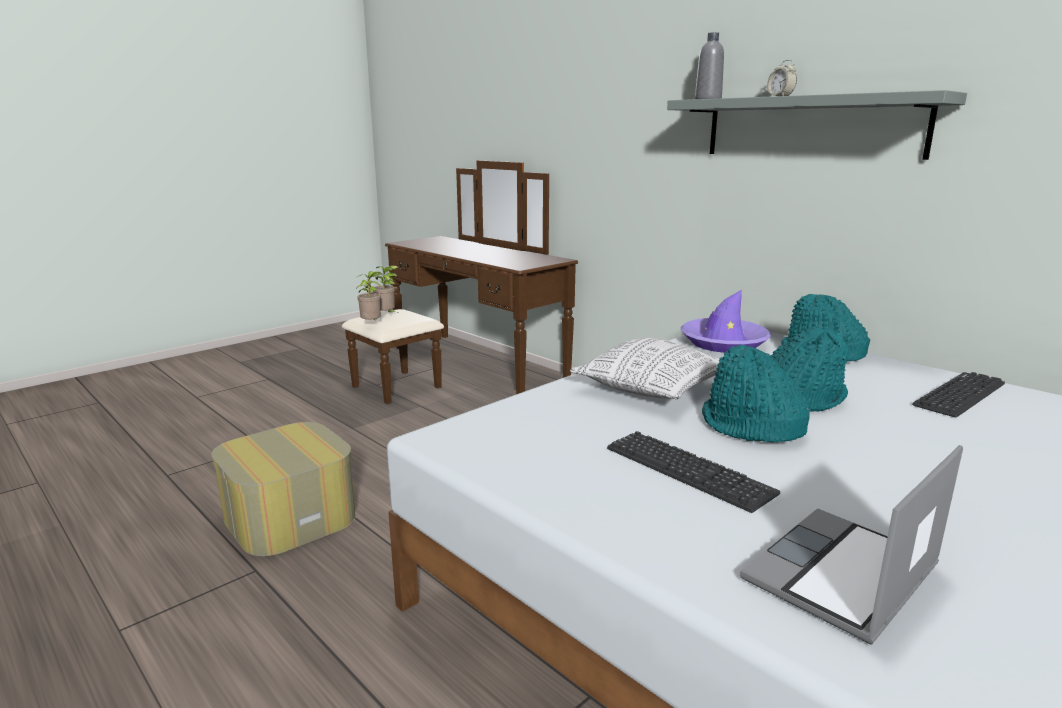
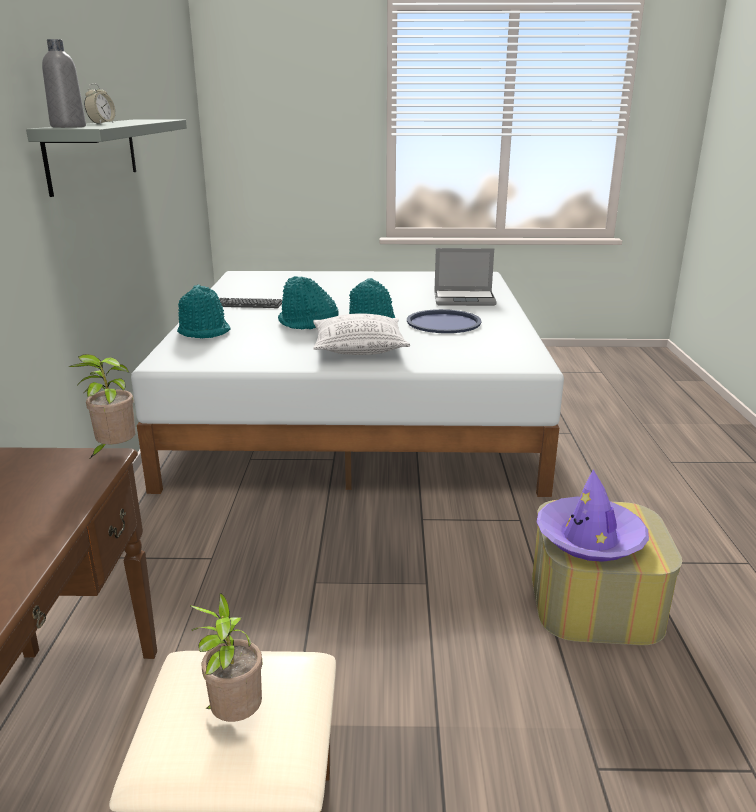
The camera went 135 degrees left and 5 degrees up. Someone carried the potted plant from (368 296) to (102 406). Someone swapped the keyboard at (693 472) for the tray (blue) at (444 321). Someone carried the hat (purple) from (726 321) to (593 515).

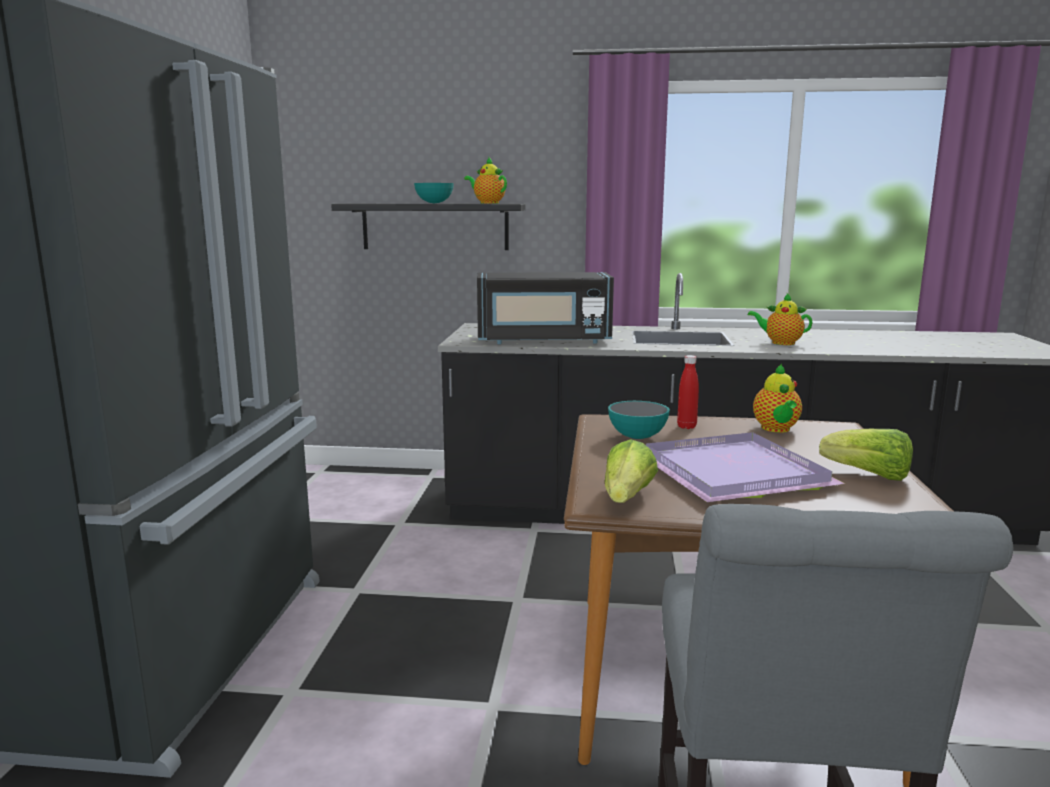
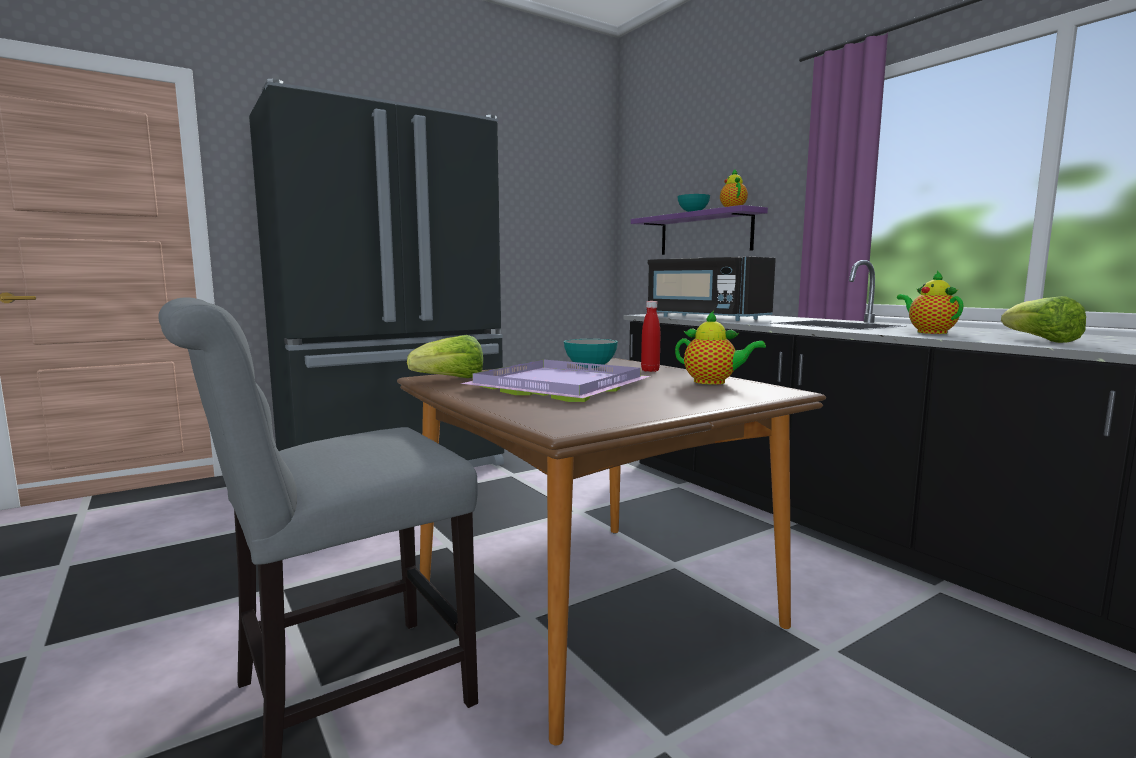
The camera went 50 degrees right and 5 degrees down. Someone repainted the shelf (black) at (428 227), which became the shelf (purple) at (699 230). Someone rotated the teapot at (777 398) by 120 degrees counterclockwise. Someone carried the lettuce from (866 454) to (1043 319).

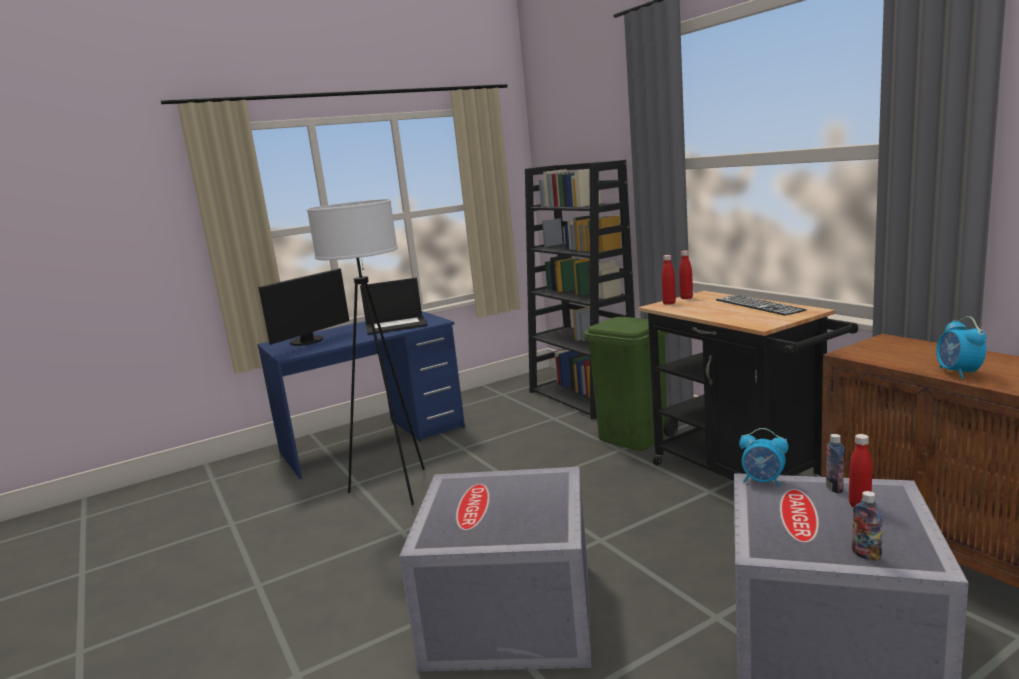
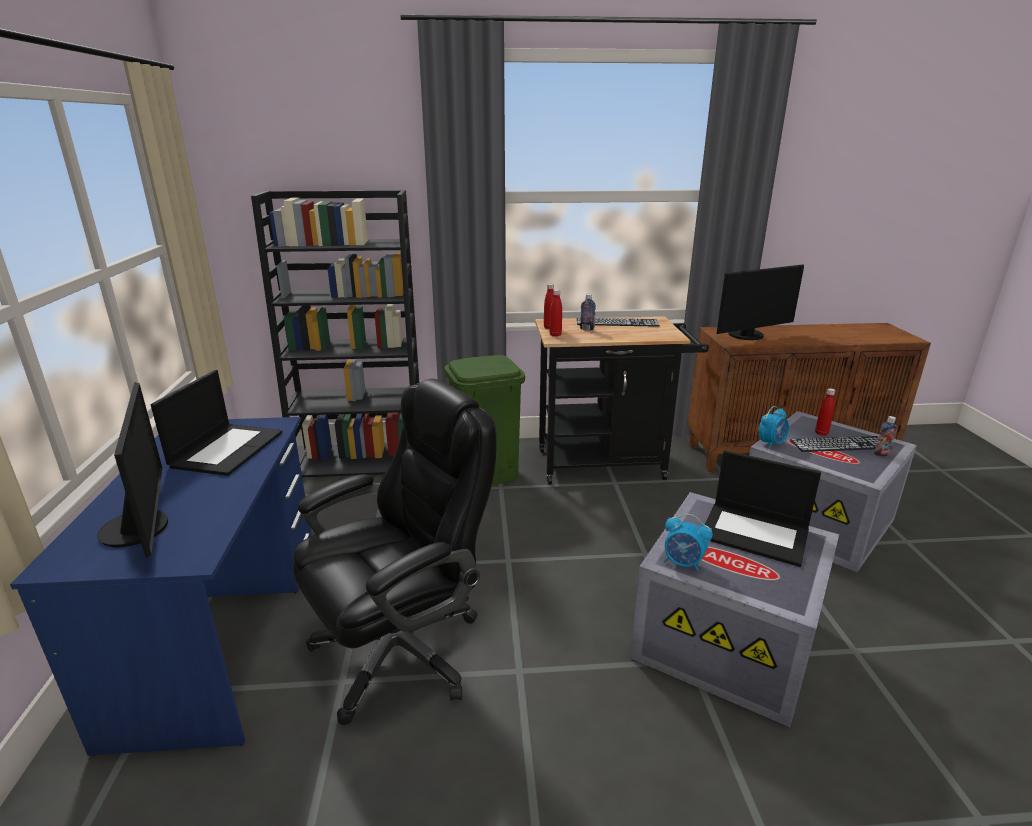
The camera went 65 degrees left and 10 degrees up. Someone swapped the floor lamp (white) at (366 352) for the office chair (black) at (394 552). Someone carried the bottle from (835 463) to (588 312). Someone carried the alarm clock from (961 347) to (688 543). Someone put down the laptop at (763 508). Someone put down the monitor at (760 302). Someone put down the keyboard at (841 444).

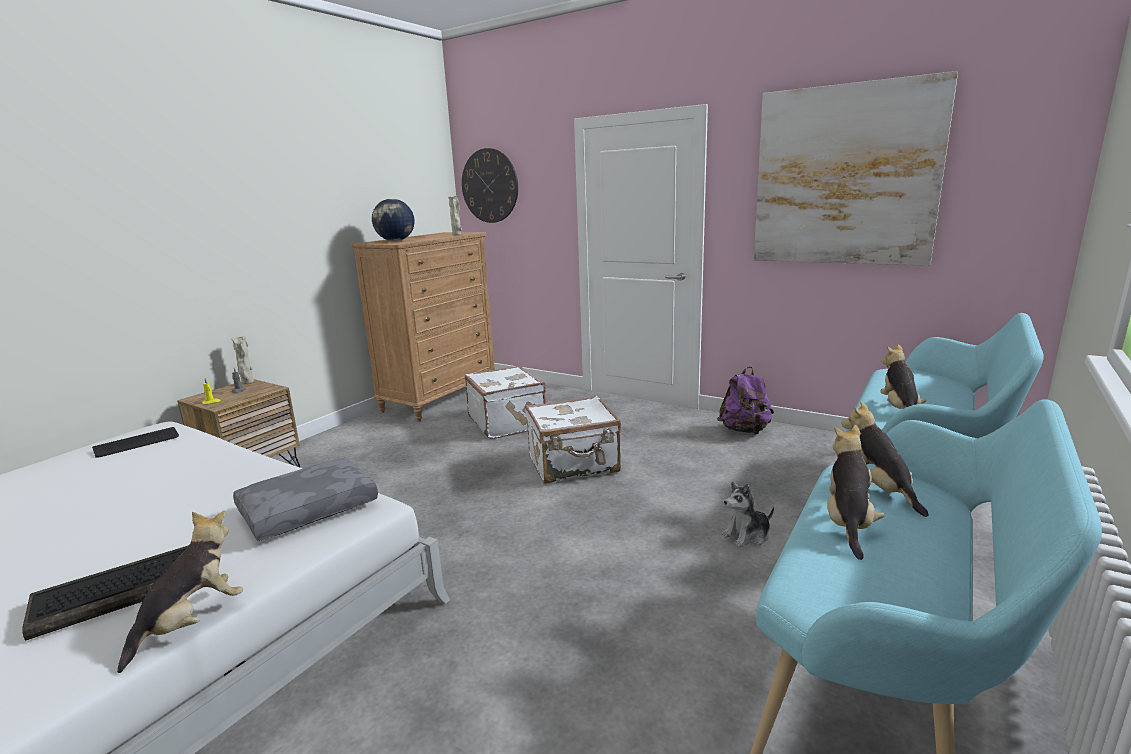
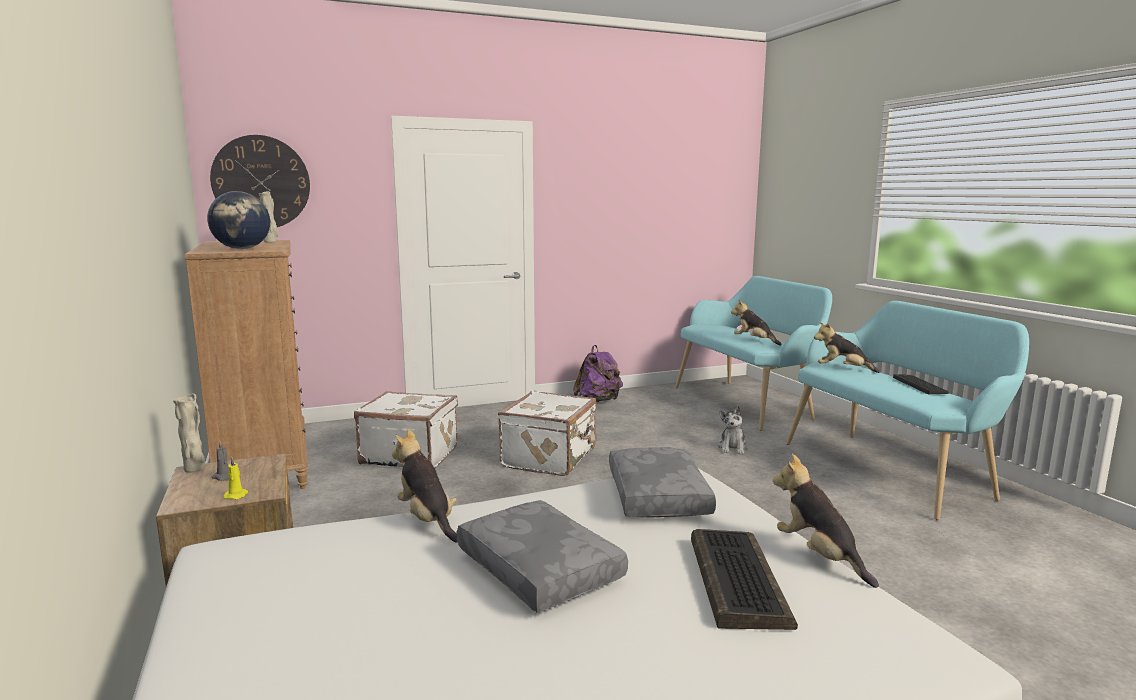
The camera went 55 degrees left and 5 degrees down. Someone carried the plush toy from (856 492) to (425 486). Someone put down the pillow (grey) at (542 556). Someone carried the keyboard from (135 442) to (921 384). Someone took away the picture at (856 168).

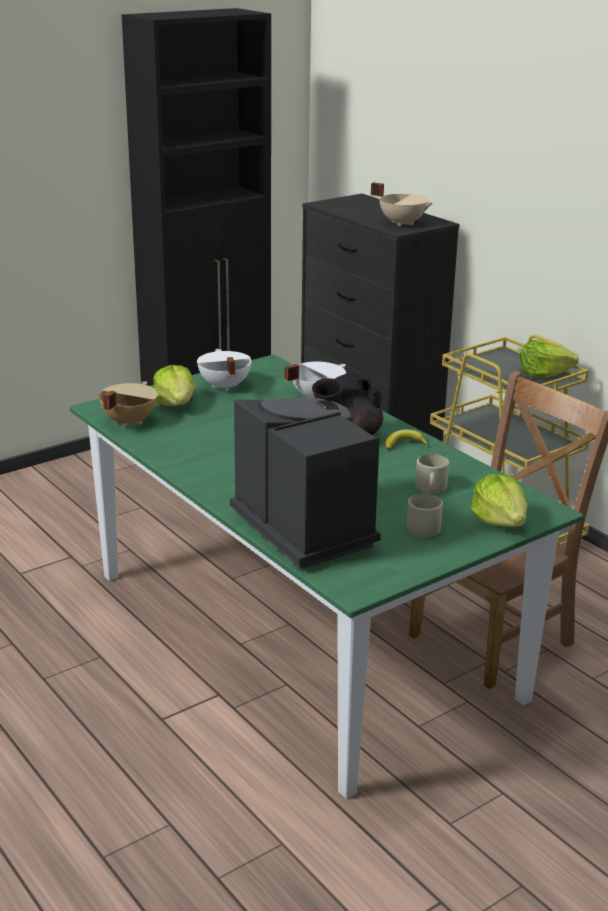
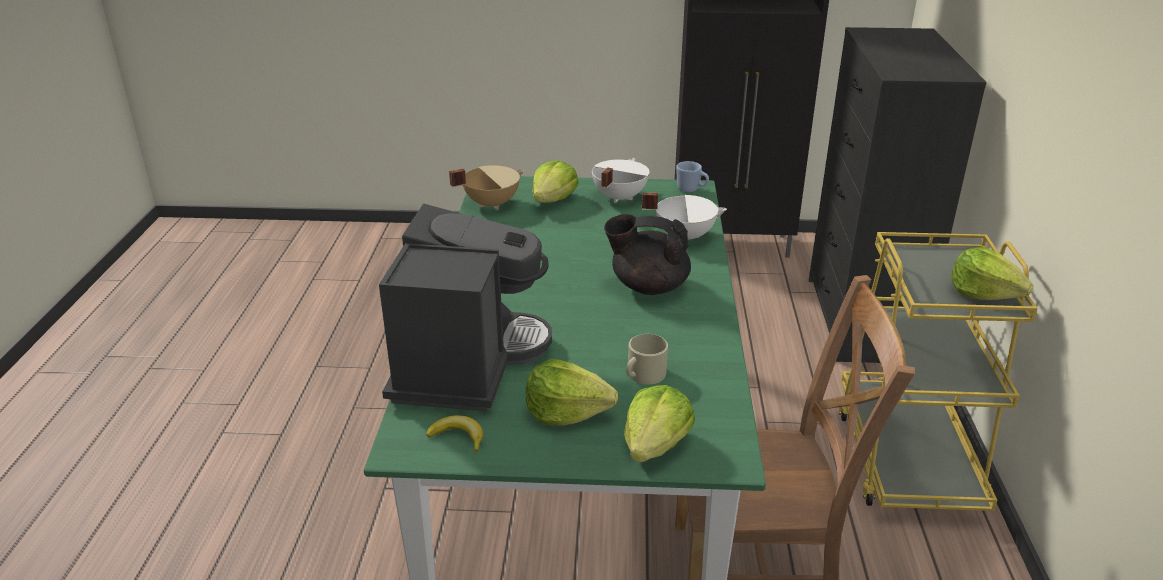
The camera went 40 degrees right and 5 degrees up. Someone carried the banana from (407 439) to (454 434). Someone swapped the mug (beige) at (425 515) for the lettuce at (572 392). Someone put down the mug (blue) at (692 176). Someone took away the cooking pot (beige) at (402 204).

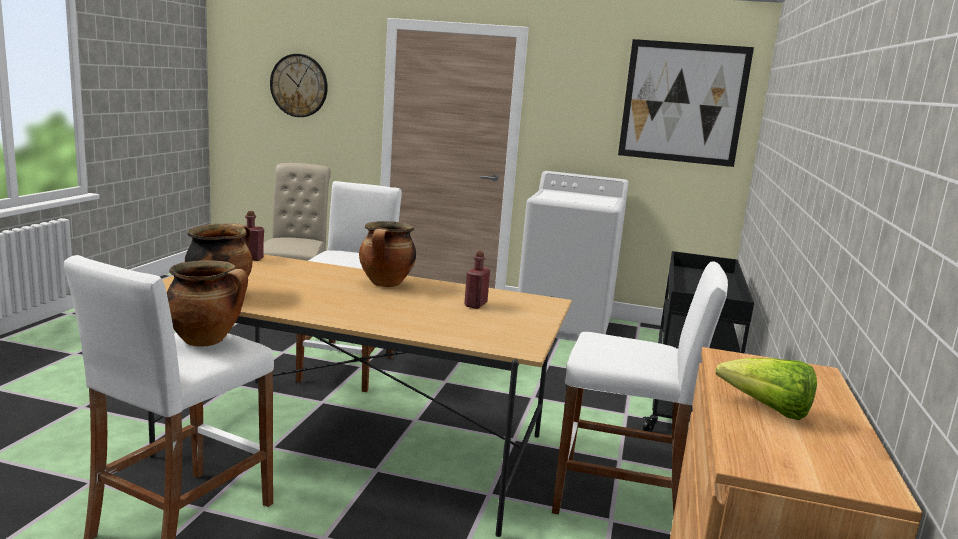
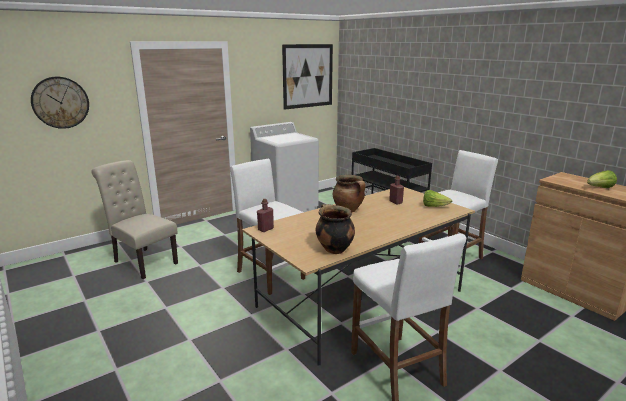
The camera went 50 degrees left and 5 degrees up. Someone put down the lettuce at (437 198). Someone took away the cooking pot at (207 303).

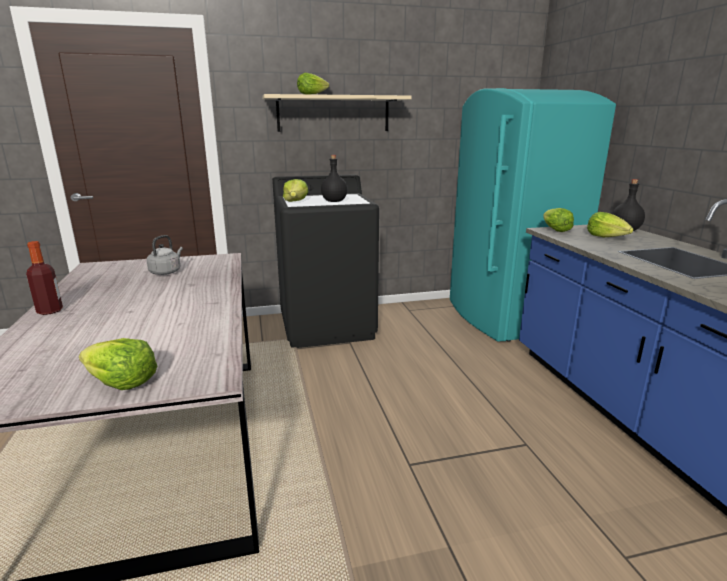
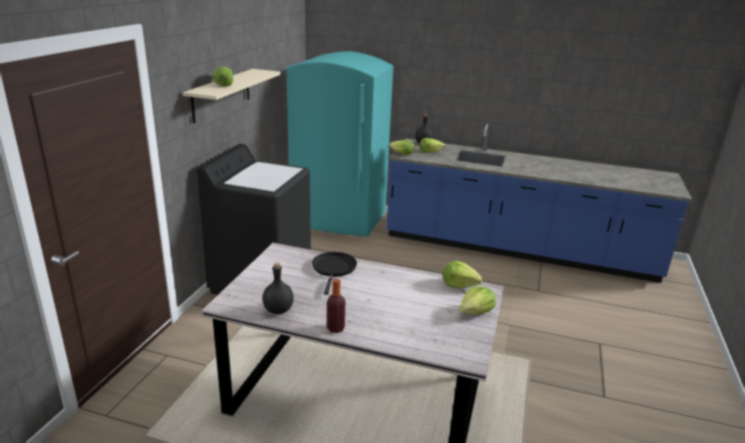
The camera went 60 degrees left and 5 degrees up. Someone carried the bottle (black) from (334 178) to (278 288). Someone put down the frying pan (black) at (334 273). Someone carried the lettuce from (295 190) to (463 274). Someone took away the kettle (grey) at (165 255).

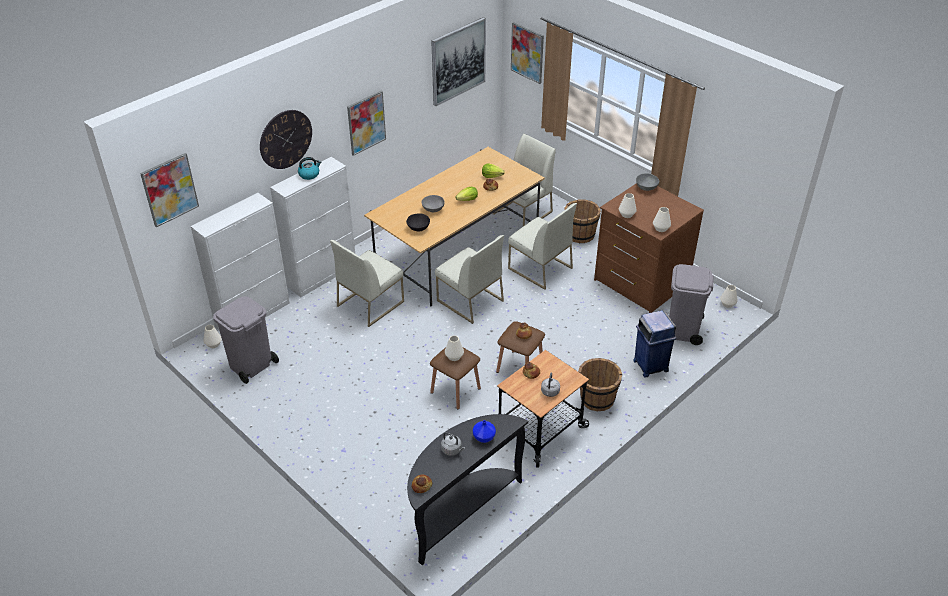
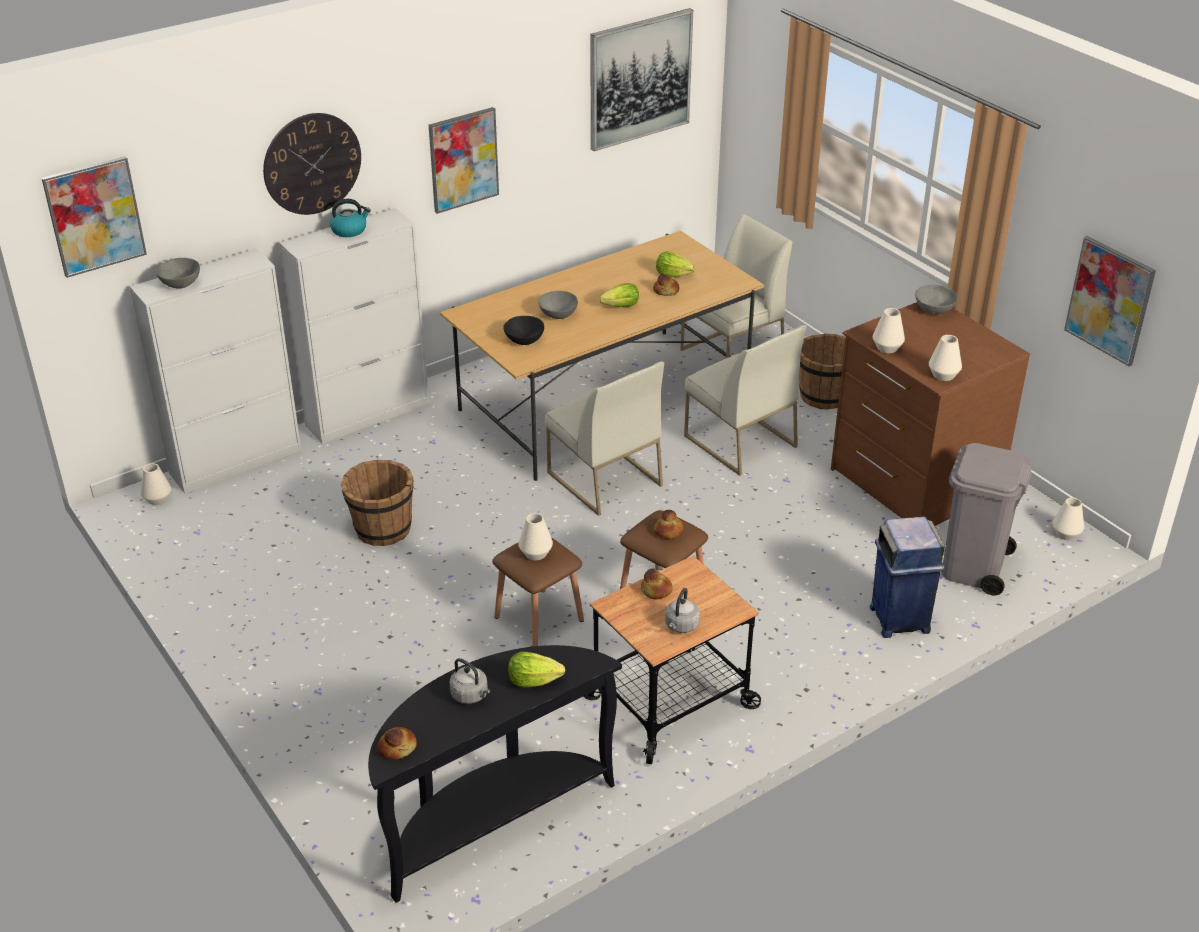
The camera went 10 degrees right and 5 degrees down. Someone put down the bowl (grey) at (178 273). Someone carried the bucket (brown) from (600 384) to (377 503). Someone swapped the vase (blue) at (484 431) for the lettuce at (536 669). Someone carried the picture from (527 53) to (1110 301). Someone took away the trash can (grey) at (246 340). Someone took away the chair (white) at (367 283).

